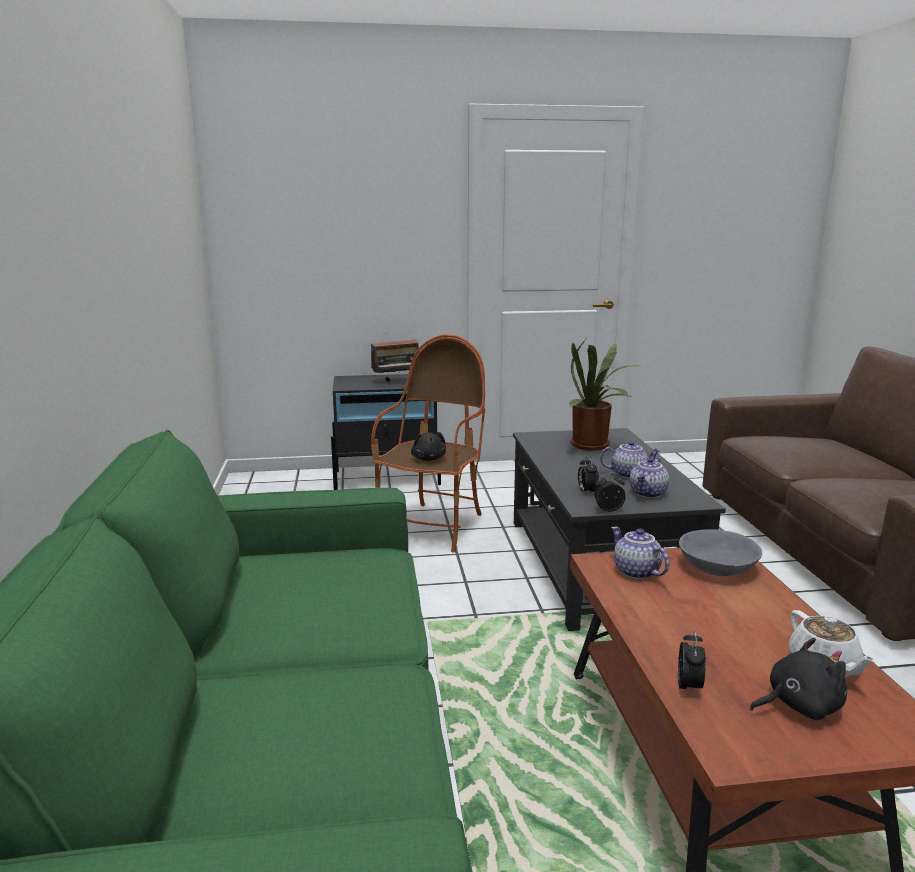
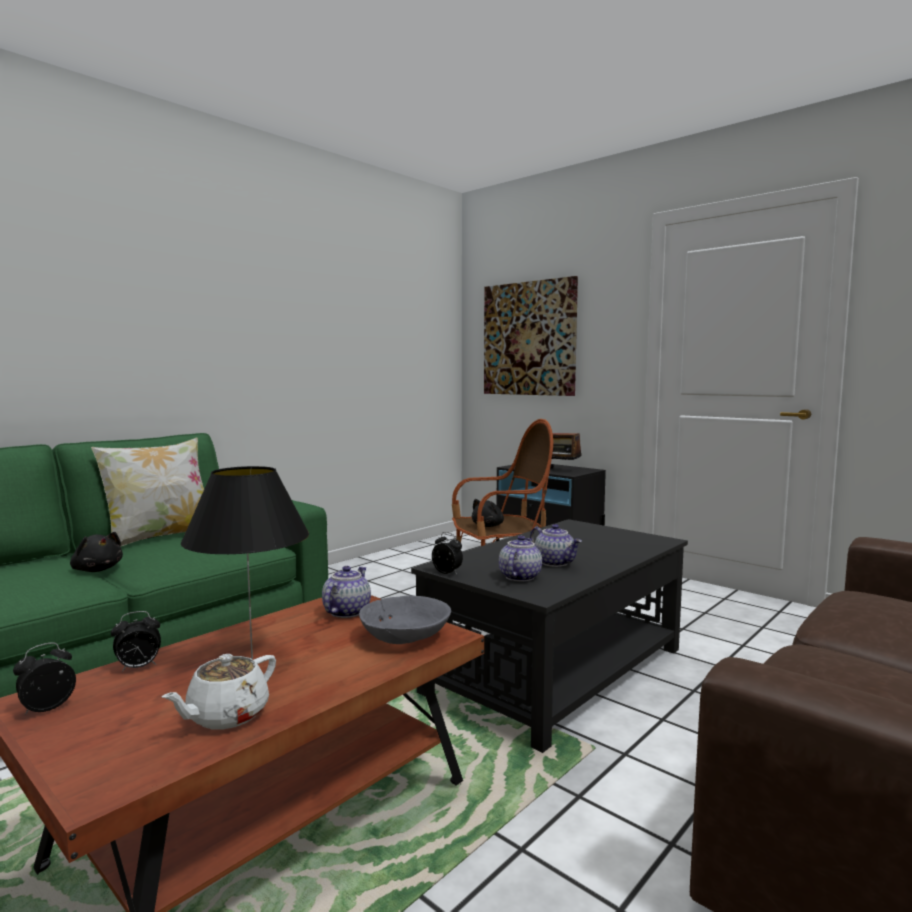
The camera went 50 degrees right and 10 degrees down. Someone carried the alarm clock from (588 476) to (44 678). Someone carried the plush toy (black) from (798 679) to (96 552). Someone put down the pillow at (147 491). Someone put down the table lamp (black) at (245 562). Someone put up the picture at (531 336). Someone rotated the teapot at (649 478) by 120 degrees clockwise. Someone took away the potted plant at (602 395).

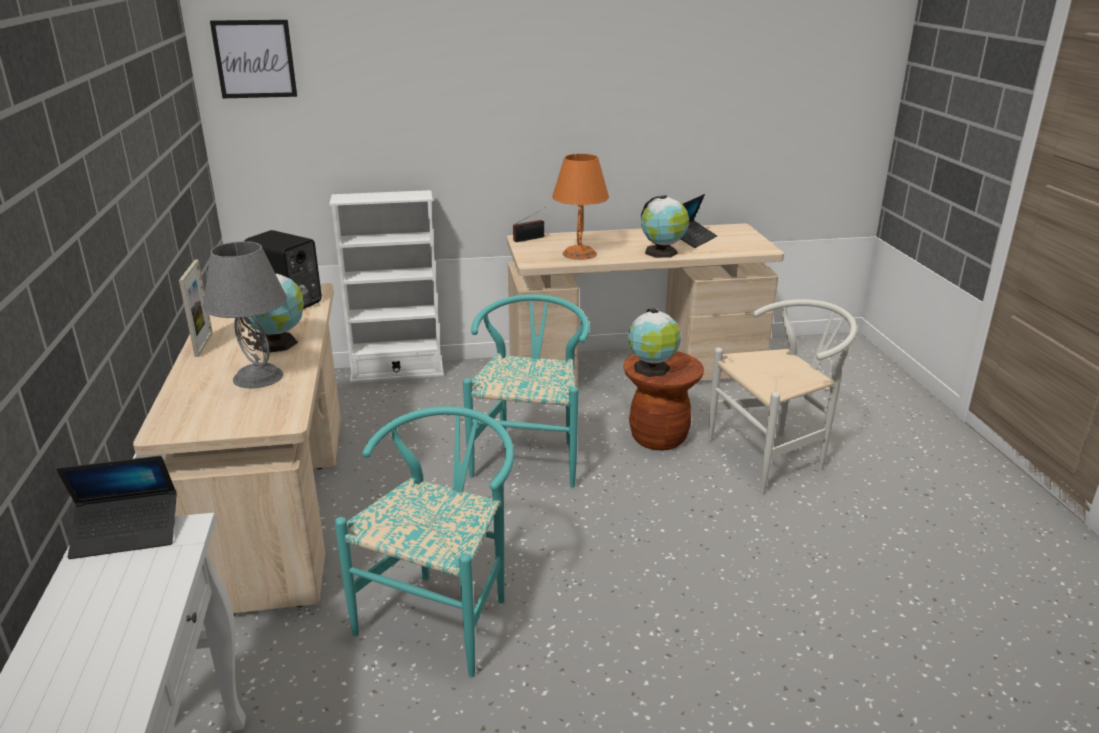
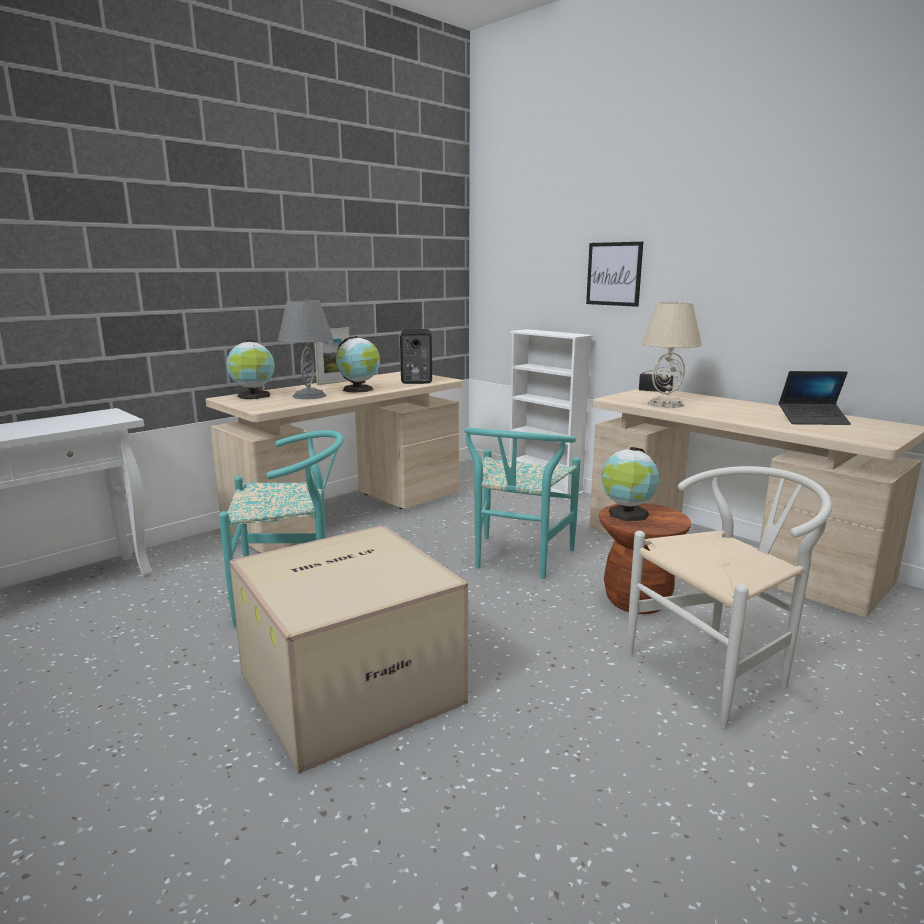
The camera went 55 degrees right and 10 degrees down. Someone carried the globe from (665 227) to (250 369). Someone put down the cardboard box at (348 649). Someone rotated the chair (turquoise) at (526 391) by 135 degrees clockwise. Someone carried the picture from (253 59) to (614 274). Someone rotated the chair (white) at (782 396) by 60 degrees counterclockwise. Someone repainted the table lamp (orange) at (580 207), which became the table lamp (beige) at (672 355). Someone took away the laptop at (116 507).

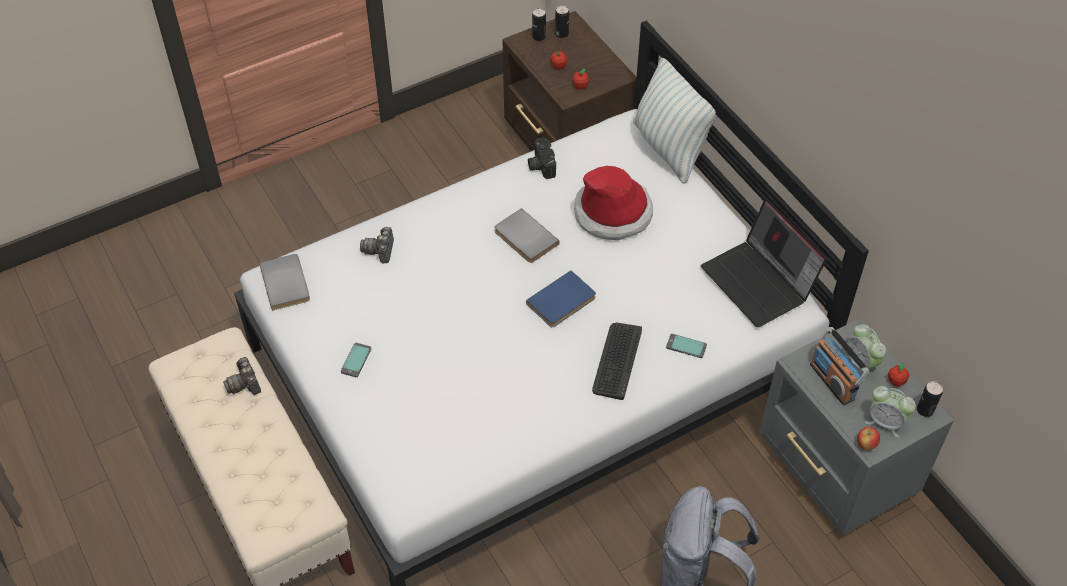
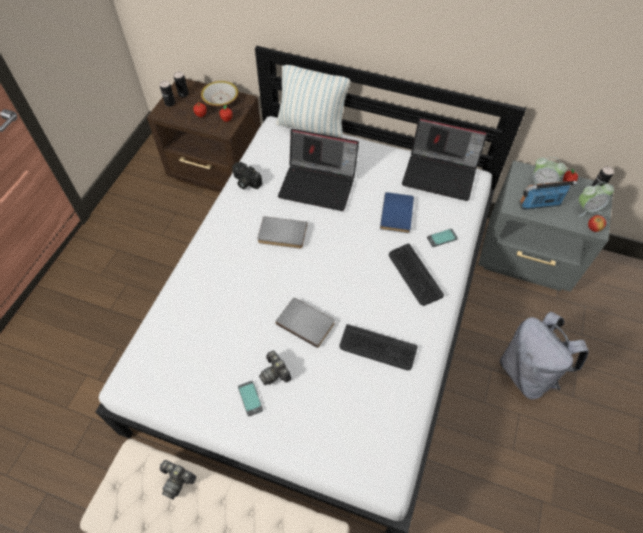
The camera went 40 degrees left and 5 degrees up. Someone put down the bowl at (219 93). Someone carried the photo camera from (377 245) to (275 368). Someone carried the book (grey) from (285 282) to (305 323). Someone swapped the hat at (613 203) for the laptop at (318 170). Someone put down the keyboard at (378 347). Someone carried the book (blue) from (561 299) to (397 212). Someone rotated the radio at (839 366) by 150 degrees clockwise.

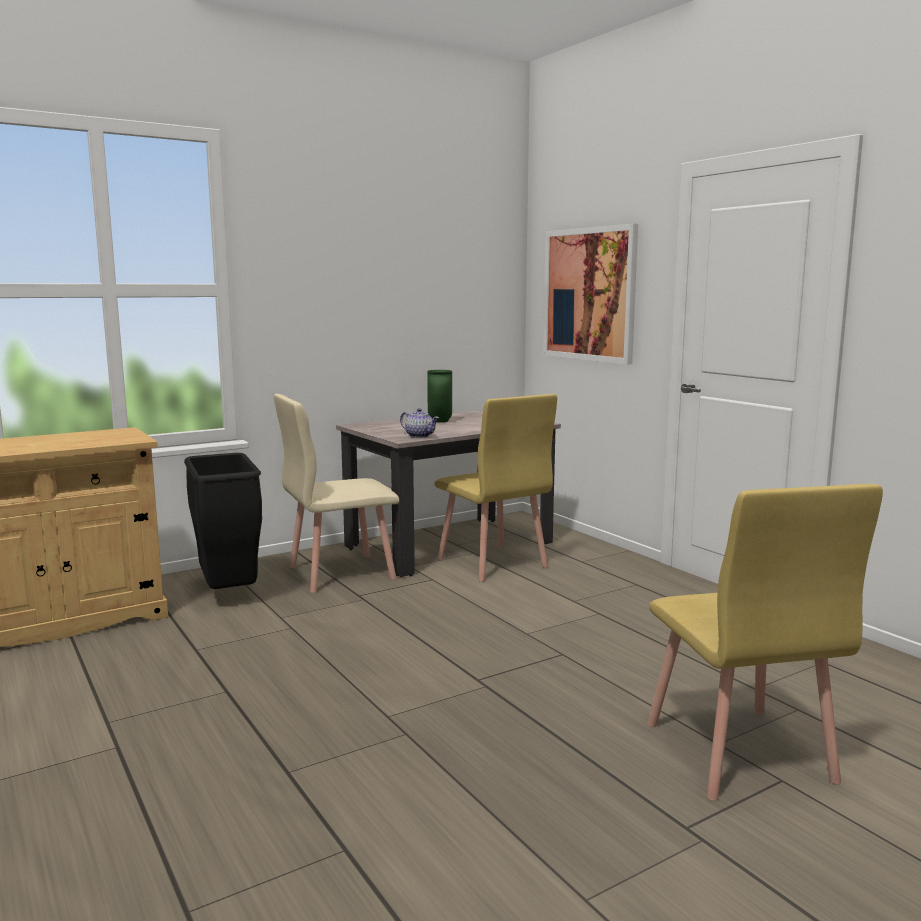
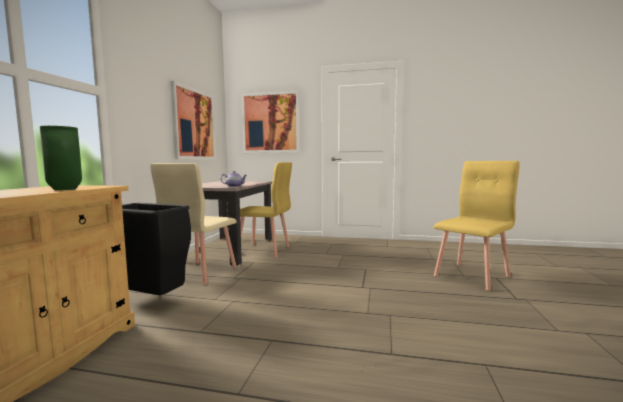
The camera went 45 degrees left and 5 degrees down. Someone carried the vase (green) from (439 396) to (61 158). Someone put up the picture at (193 120). Someone rotated the chair (yellow) at (765 642) by 75 degrees counterclockwise.

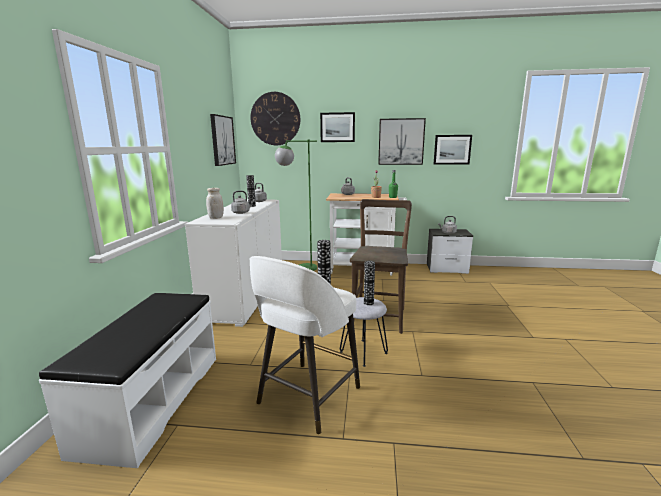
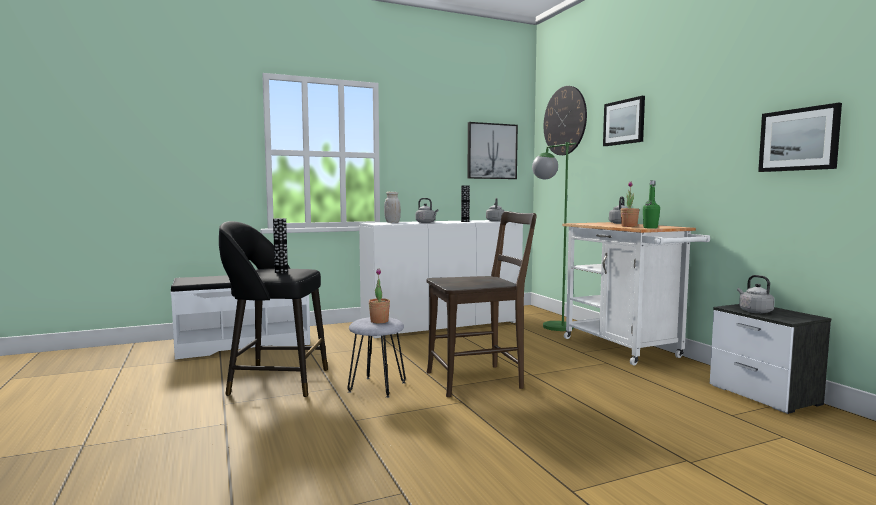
The camera went 60 degrees right and 10 degrees down. Someone repainted the stool (white) at (304 345), which became the stool (black) at (273 309). Someone swapped the vase at (369 283) for the potted plant at (379 295). Someone took away the picture at (402 141).

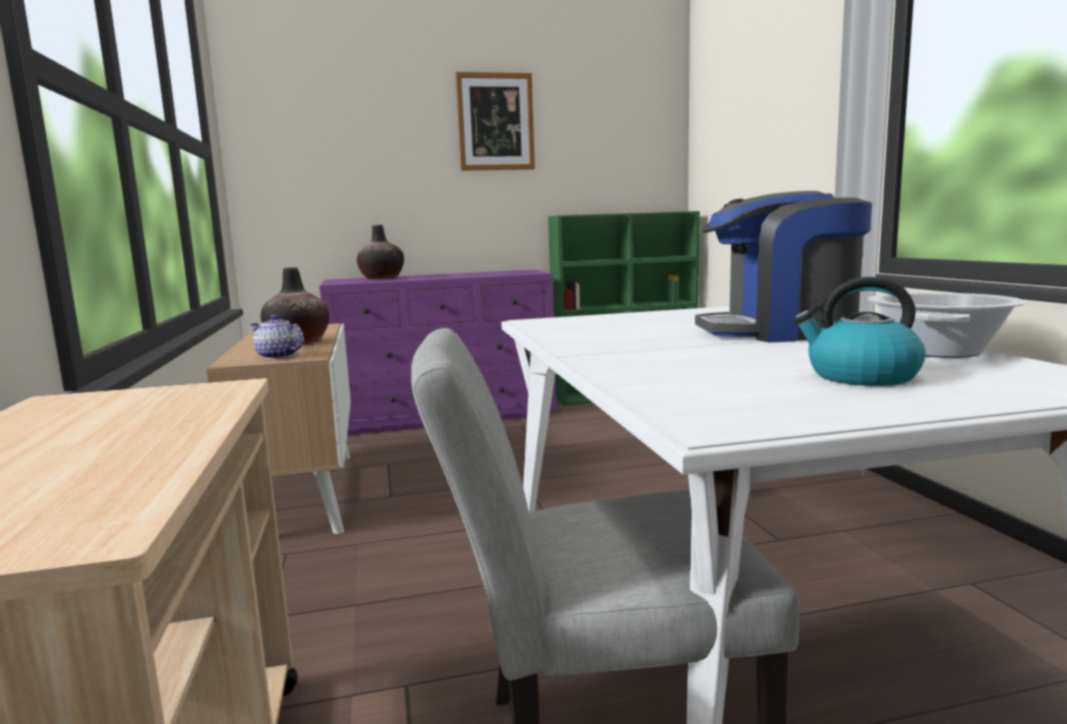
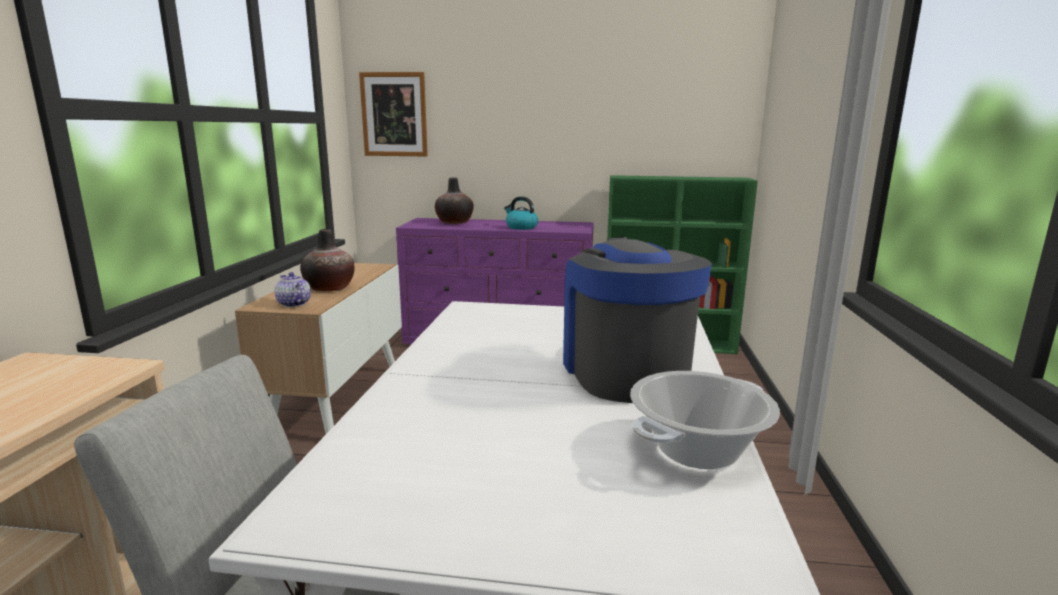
The camera went 20 degrees right and 5 degrees up. Someone carried the picture from (495 121) to (393 114). Someone carried the kettle from (860 331) to (521 213). Someone rotated the coffee machine at (783 266) by 60 degrees clockwise.

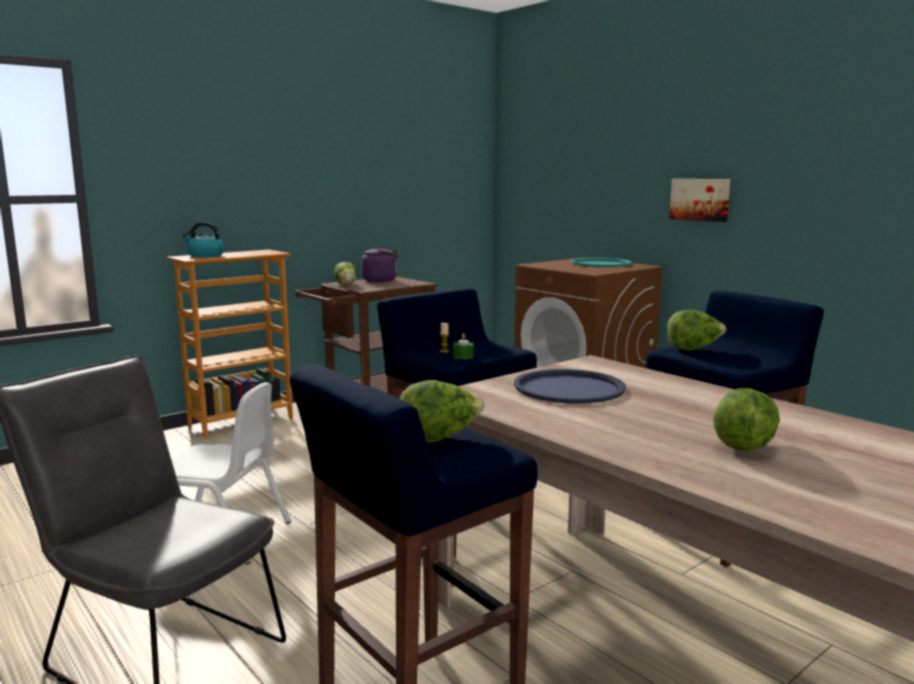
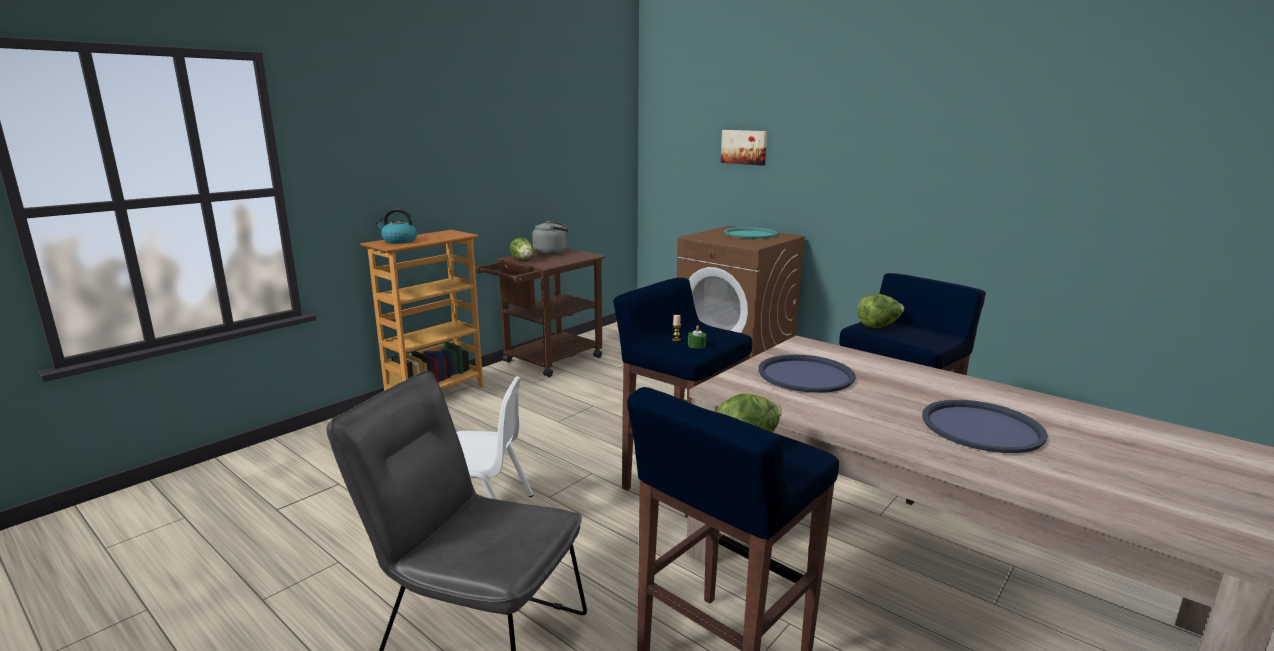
The camera went 10 degrees left and 5 degrees up. Someone repainted the kettle (purple) at (380 264), which became the kettle (grey) at (550 238). Someone carried the picture from (699 200) to (744 148). Someone swapped the lettuce at (746 419) for the tray (blue) at (985 426).

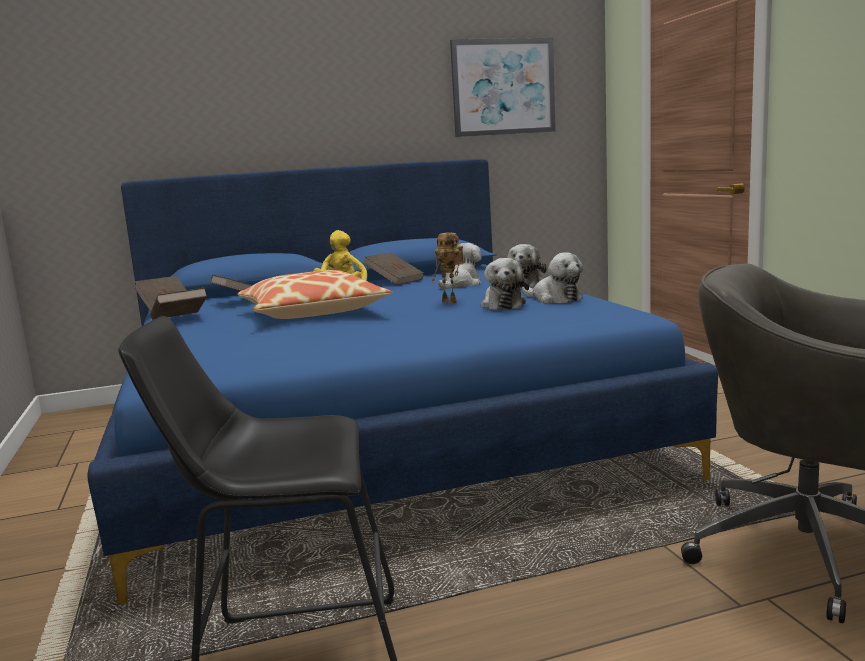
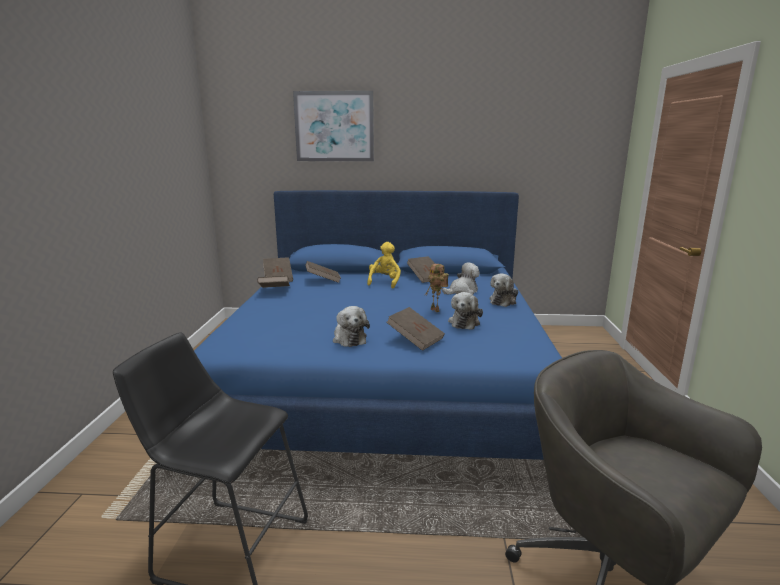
The camera went 20 degrees right and 5 degrees up. Someone carried the picture from (503 87) to (333 126). Someone carried the plush toy from (552 278) to (351 326). Someone put down the book (brown) at (415 329). Someone took away the pillow at (315 294).

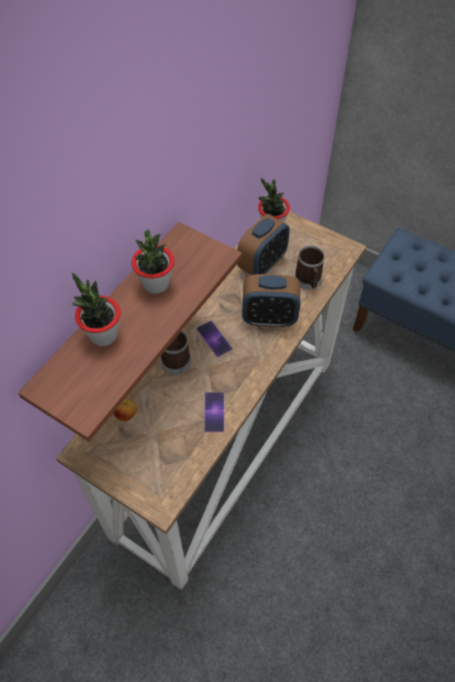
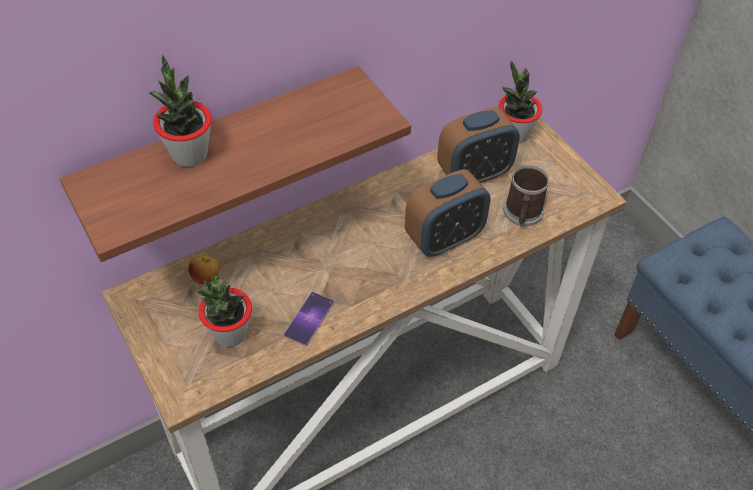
The camera went 25 degrees right and 5 degrees down. Someone carried the potted plant from (153 262) to (224 311). Someone rotated the alarm clock at (271 300) by 60 degrees counterclockwise. Someone took away the mug at (176 352). Someone took away the phone at (214 339).

